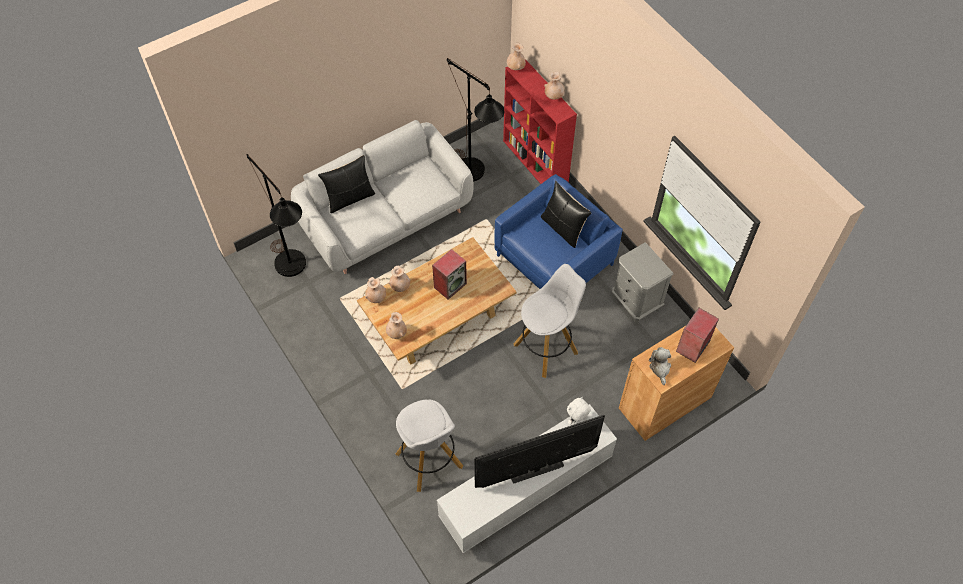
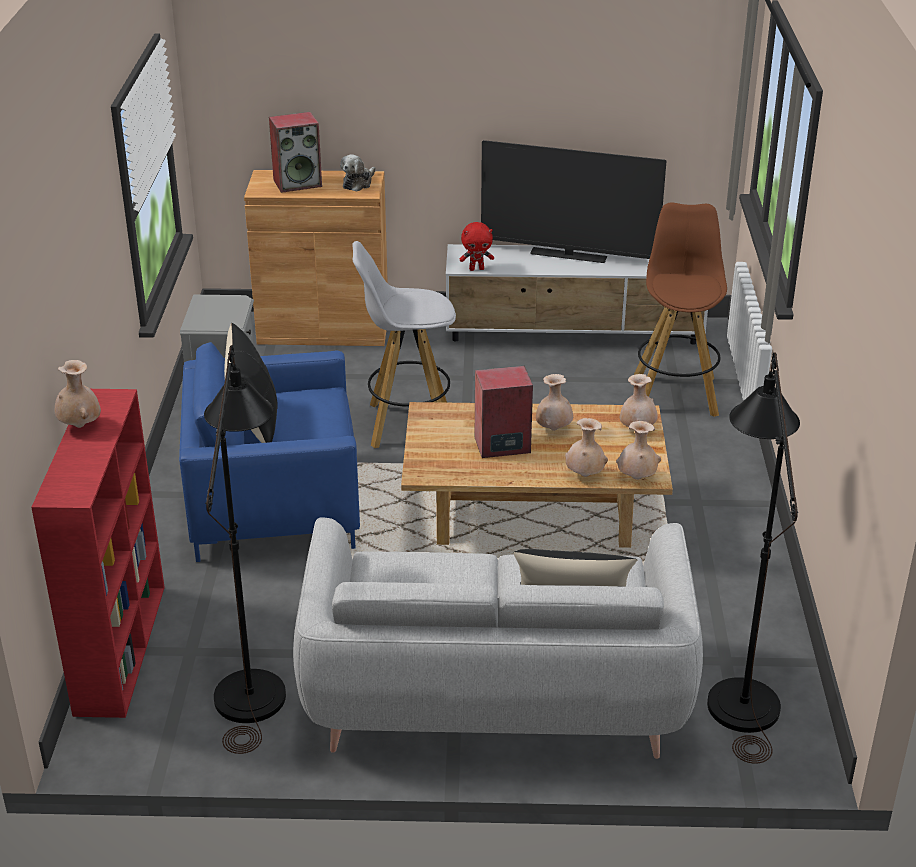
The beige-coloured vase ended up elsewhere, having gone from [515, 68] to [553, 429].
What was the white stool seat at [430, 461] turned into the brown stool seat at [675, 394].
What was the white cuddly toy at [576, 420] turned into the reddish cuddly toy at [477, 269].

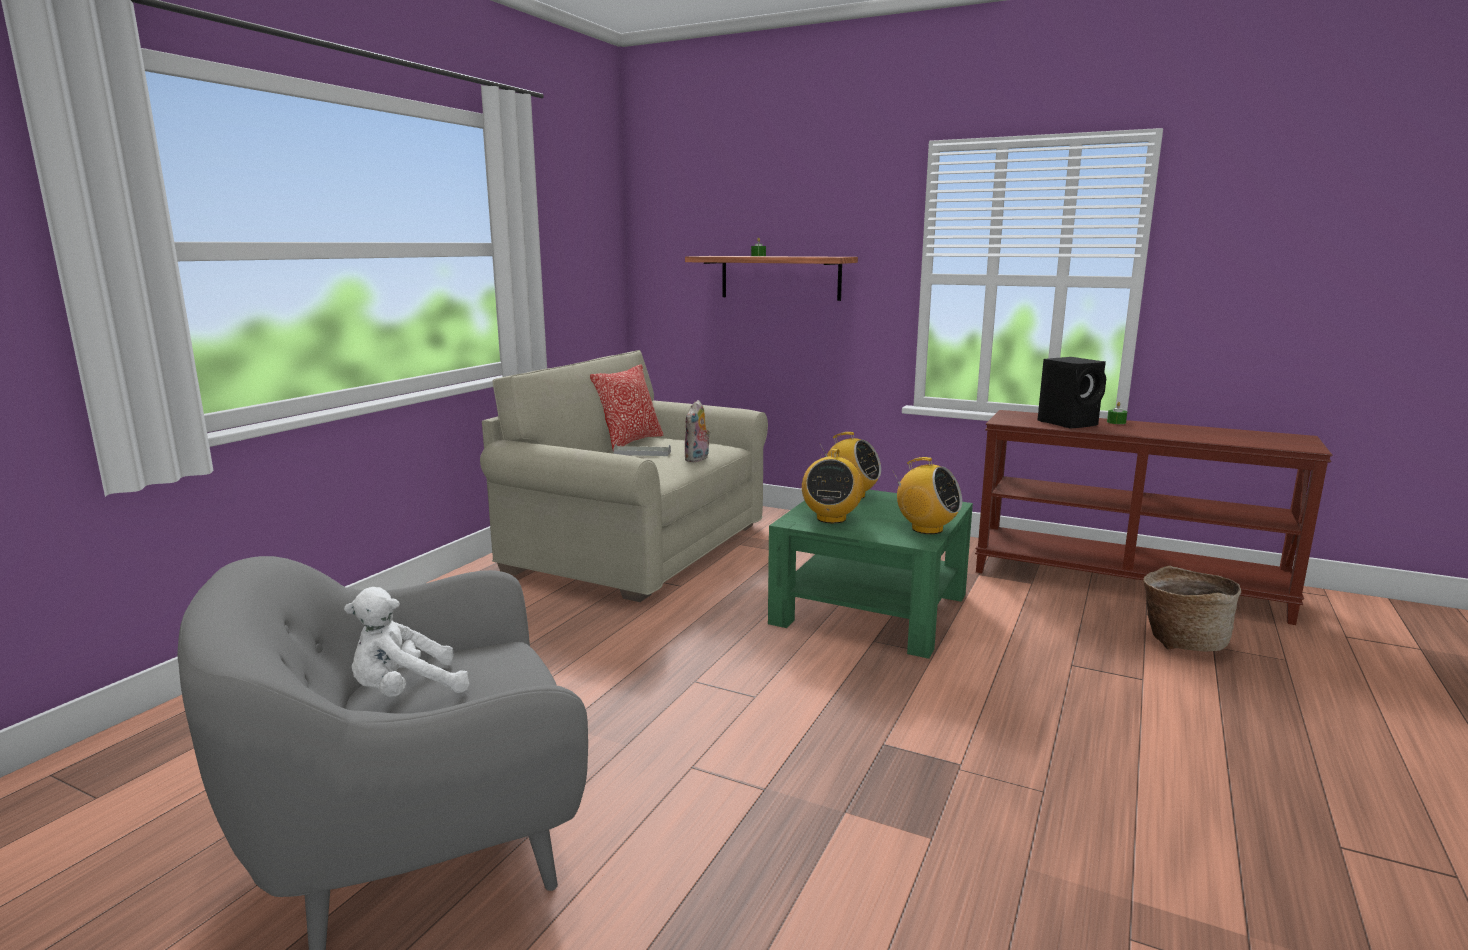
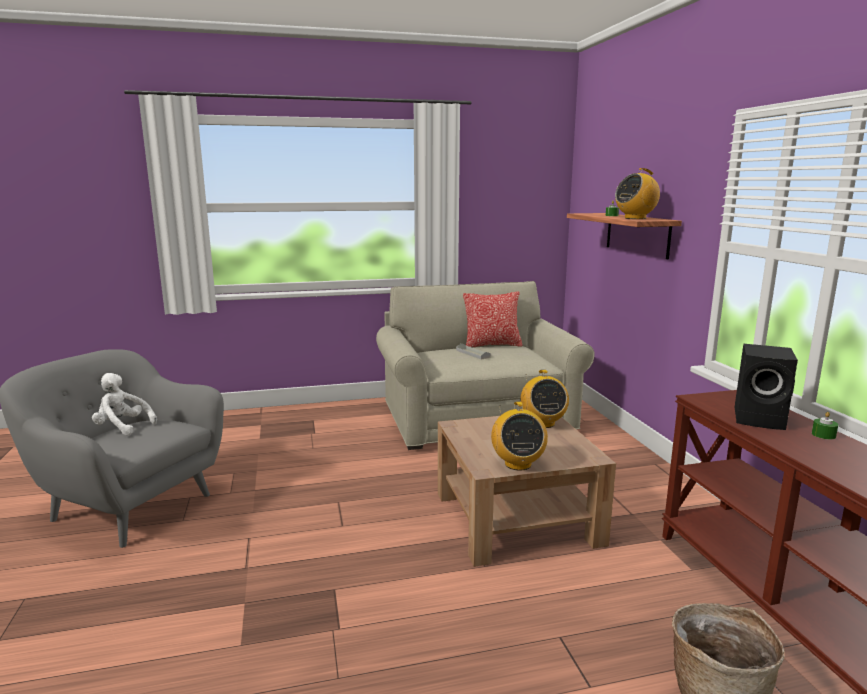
The second view lost the cuddly toy at [697, 459].
The radio ended up elsewhere, having gone from [831, 518] to [635, 218].
What was the green-coloured coffee table at [870, 609] turned into the brown coffee table at [516, 518].

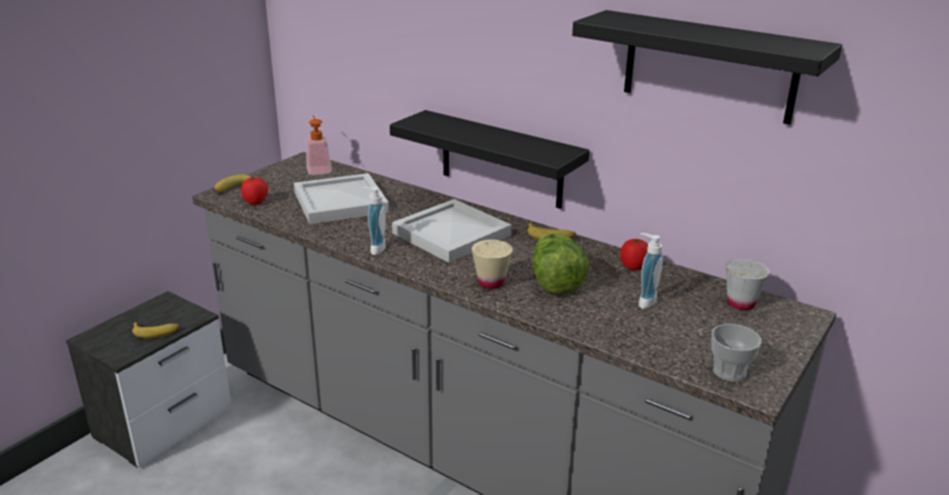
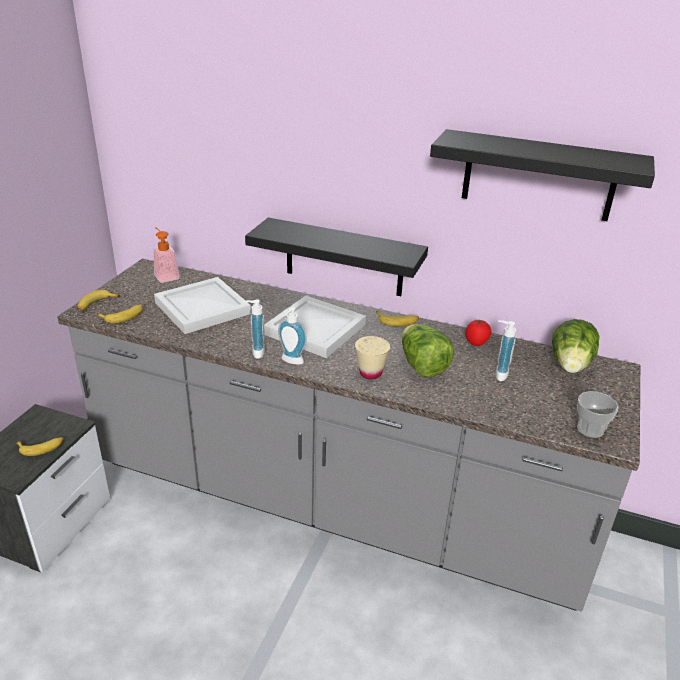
The second view gained the soap bottle at [291, 362].
Where the fresh tomato stood at [256, 202], the whole banana came to stand at [123, 316].
Where the white drinking cup stood at [740, 304], the lettuce came to stand at [570, 366].

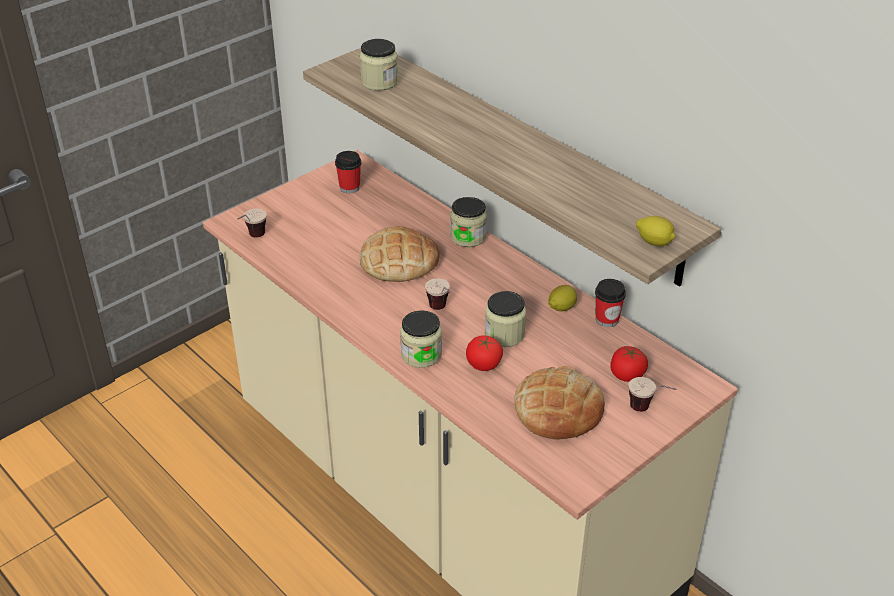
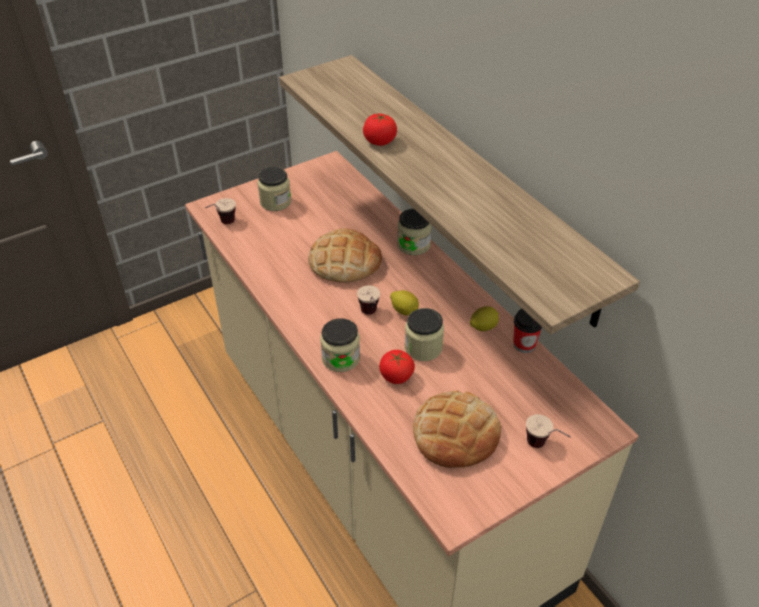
The second view lost the drinking cup at [349, 187].
The storage jar ended up elsewhere, having gone from [379, 82] to [275, 202].
The fresh tomato ended up elsewhere, having gone from [627, 375] to [379, 141].
The lemon ended up elsewhere, having gone from [654, 242] to [404, 311].

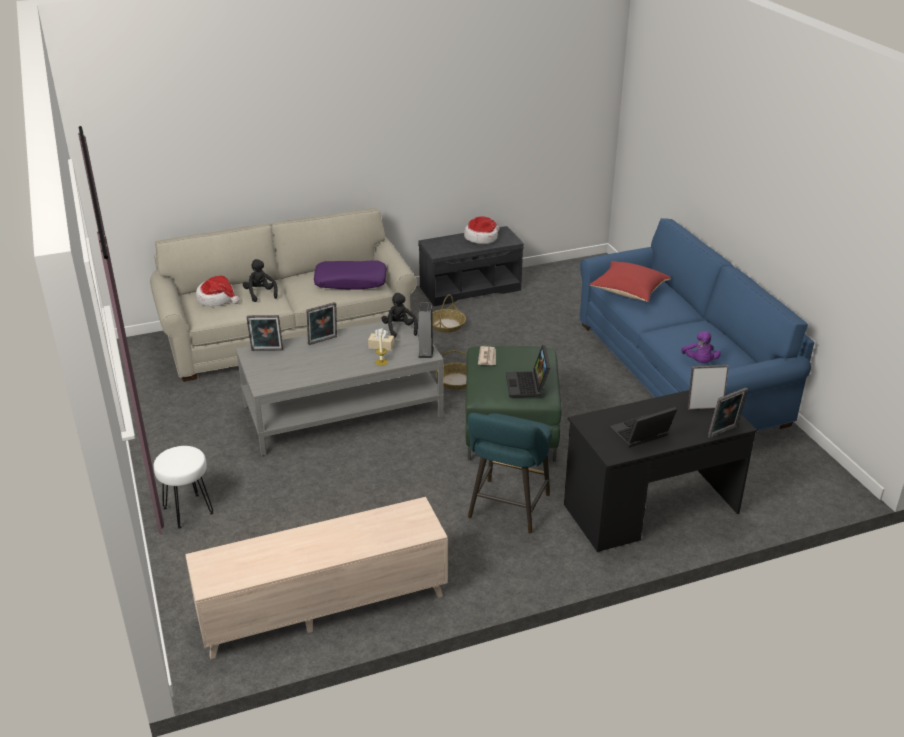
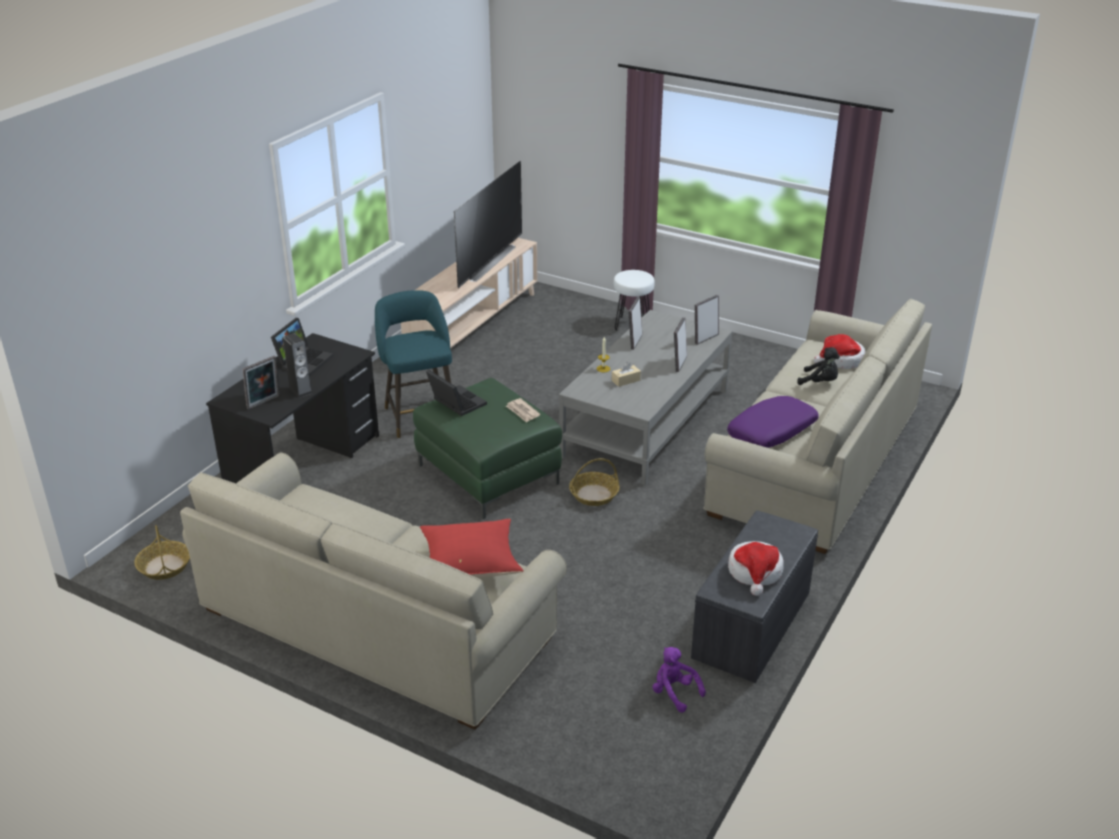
The second view lost the blackish cuddly toy at [399, 329].
The second view gained the TV set at [486, 261].
The speaker ended up elsewhere, having gone from [426, 352] to [300, 390].
The household basket ended up elsewhere, having gone from [446, 325] to [165, 566].
The purplish cuddly toy ended up elsewhere, having gone from [699, 362] to [674, 693].
The photo frame ended up elsewhere, having gone from [724, 433] to [634, 341].
What was the blue couch at [679, 372] turned into the beige-coloured couch at [375, 624].

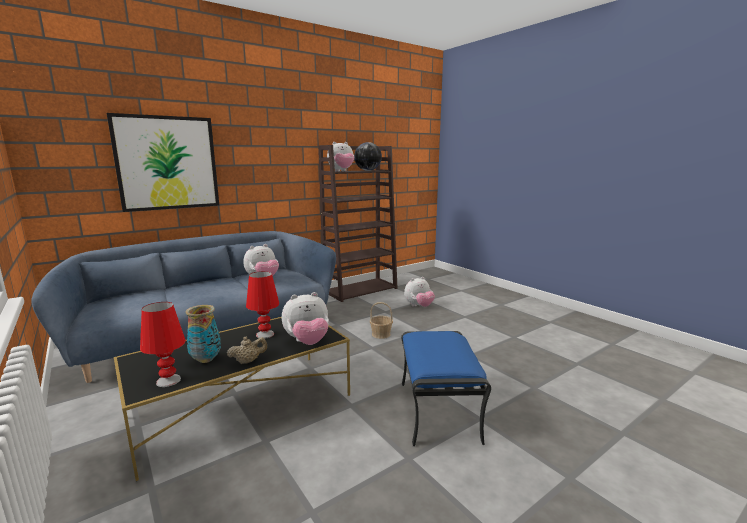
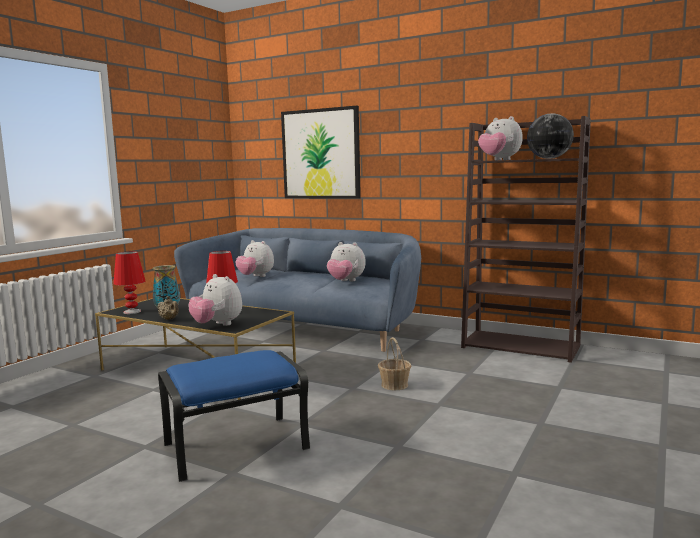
The cuddly toy ended up elsewhere, having gone from [419, 306] to [255, 277].

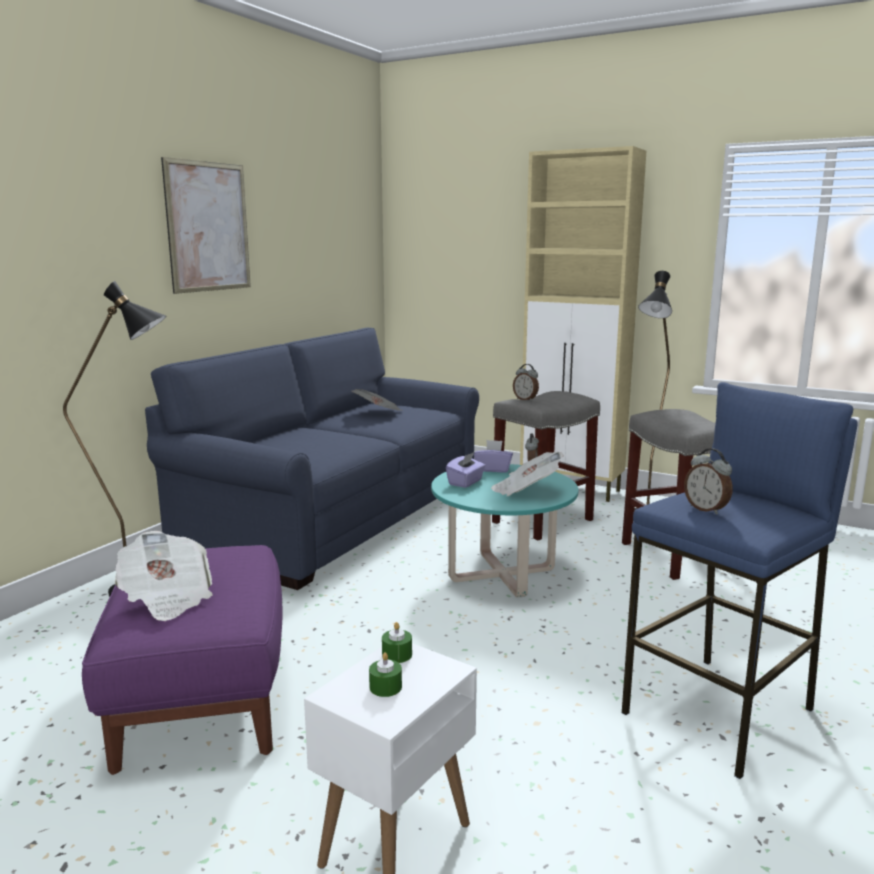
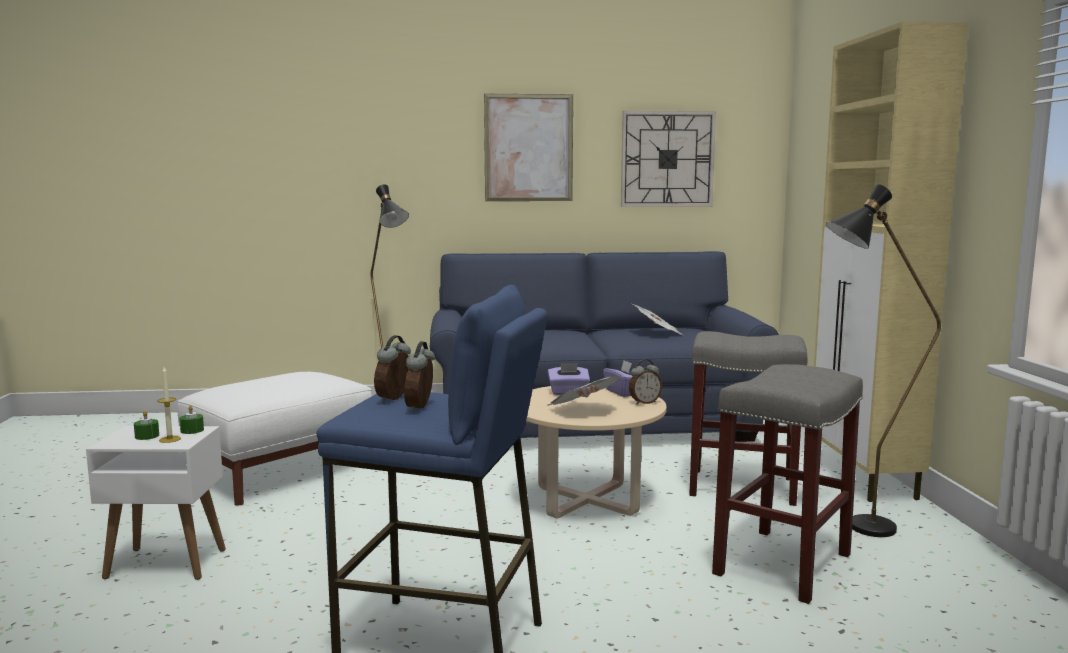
The second view lost the printed paper at [167, 598].
The second view gained the candle at [170, 439].
The second view gained the hanging clock at [667, 159].
The bedside clock ended up elsewhere, having gone from [525, 399] to [421, 407].
What was the purplish ottoman at [202, 697] turned into the white ottoman at [283, 472].
What was the blue-green coffee table at [502, 574] turned into the beige-coloured coffee table at [586, 500].

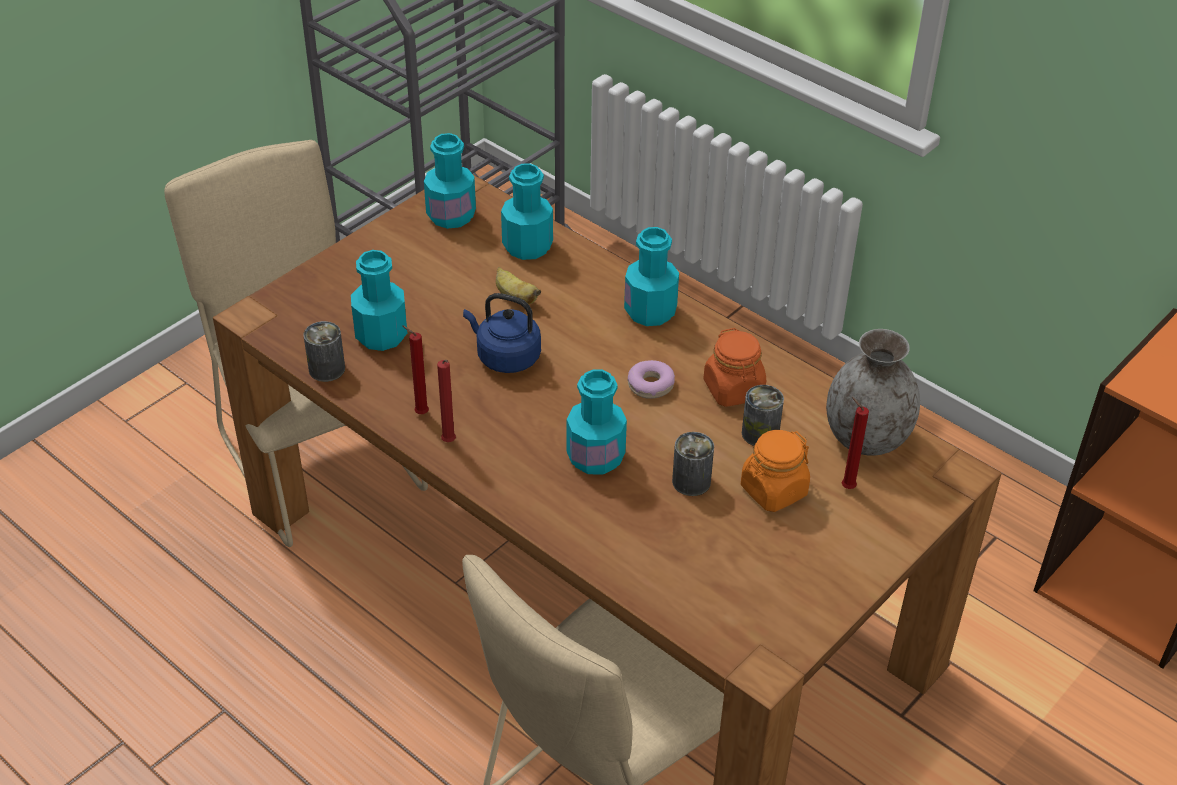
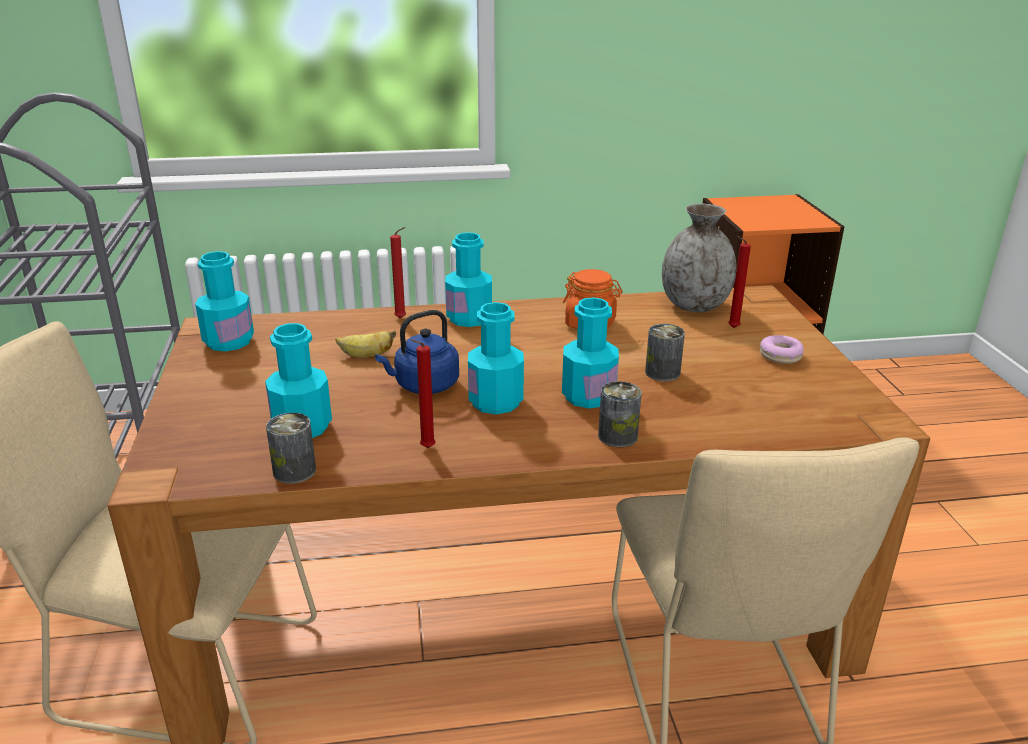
The second view lost the orange storage jar at [773, 490].
The reddish candle ended up elsewhere, having gone from [449, 443] to [402, 318].
The blue-green bottle ended up elsewhere, having gone from [527, 246] to [495, 401].
The doughnut ended up elsewhere, having gone from [651, 385] to [780, 355].
The metal can ended up elsewhere, having gone from [760, 433] to [617, 436].

